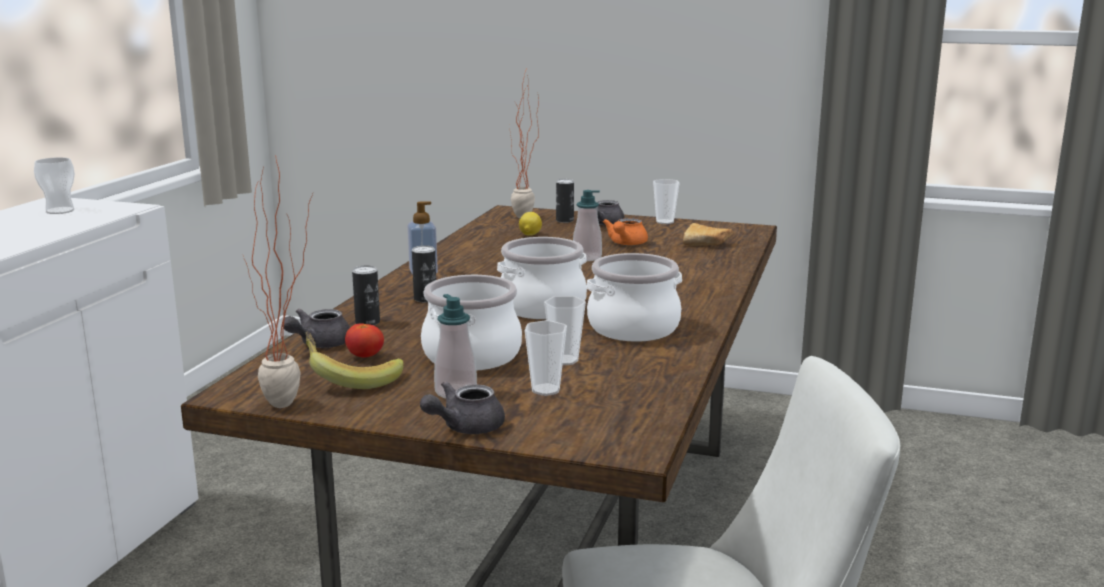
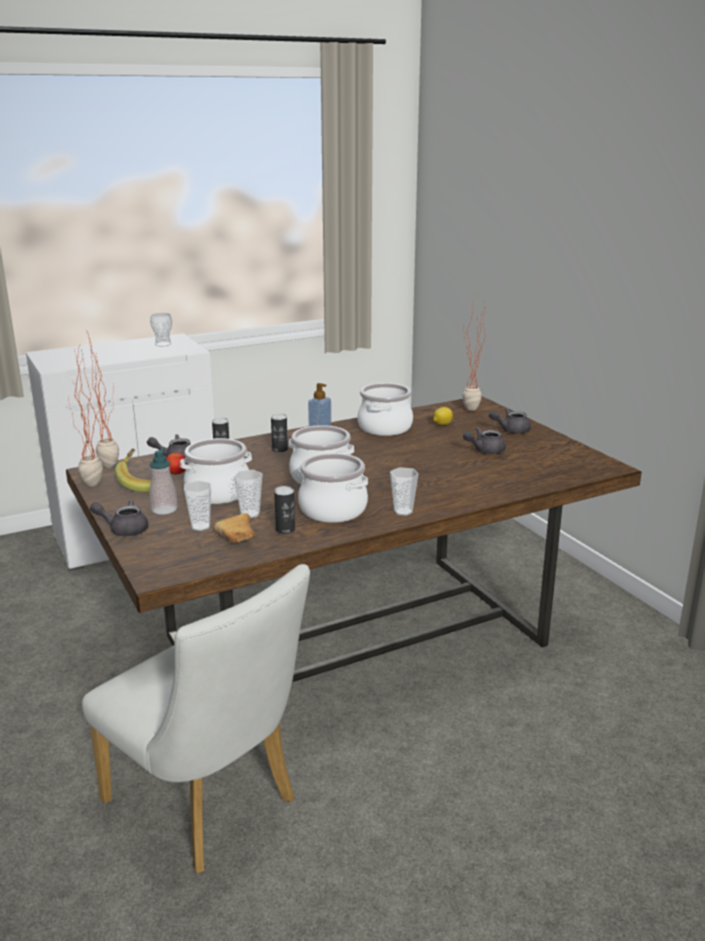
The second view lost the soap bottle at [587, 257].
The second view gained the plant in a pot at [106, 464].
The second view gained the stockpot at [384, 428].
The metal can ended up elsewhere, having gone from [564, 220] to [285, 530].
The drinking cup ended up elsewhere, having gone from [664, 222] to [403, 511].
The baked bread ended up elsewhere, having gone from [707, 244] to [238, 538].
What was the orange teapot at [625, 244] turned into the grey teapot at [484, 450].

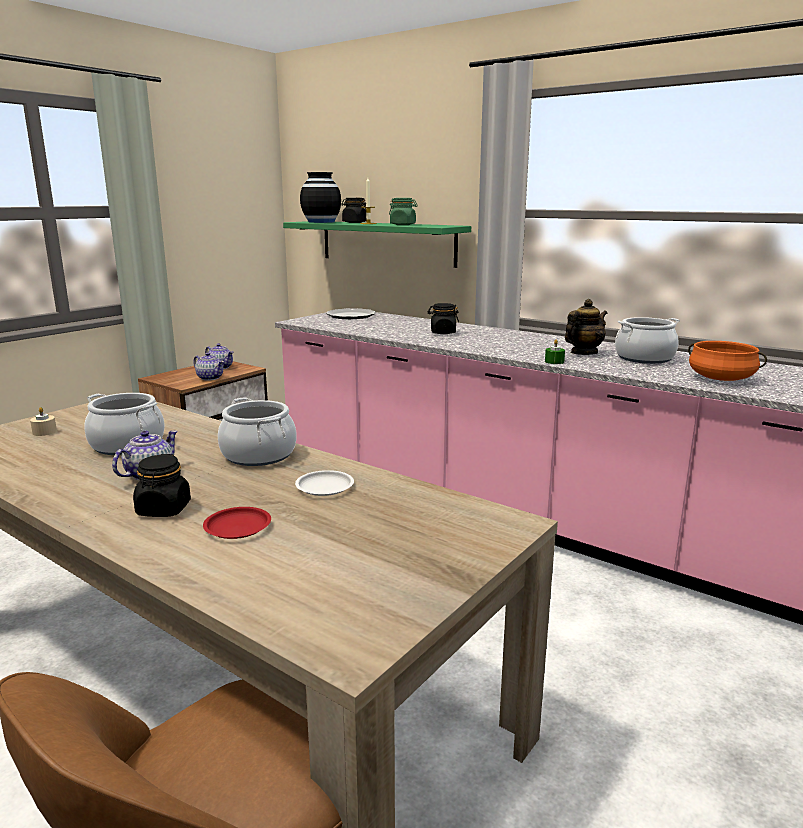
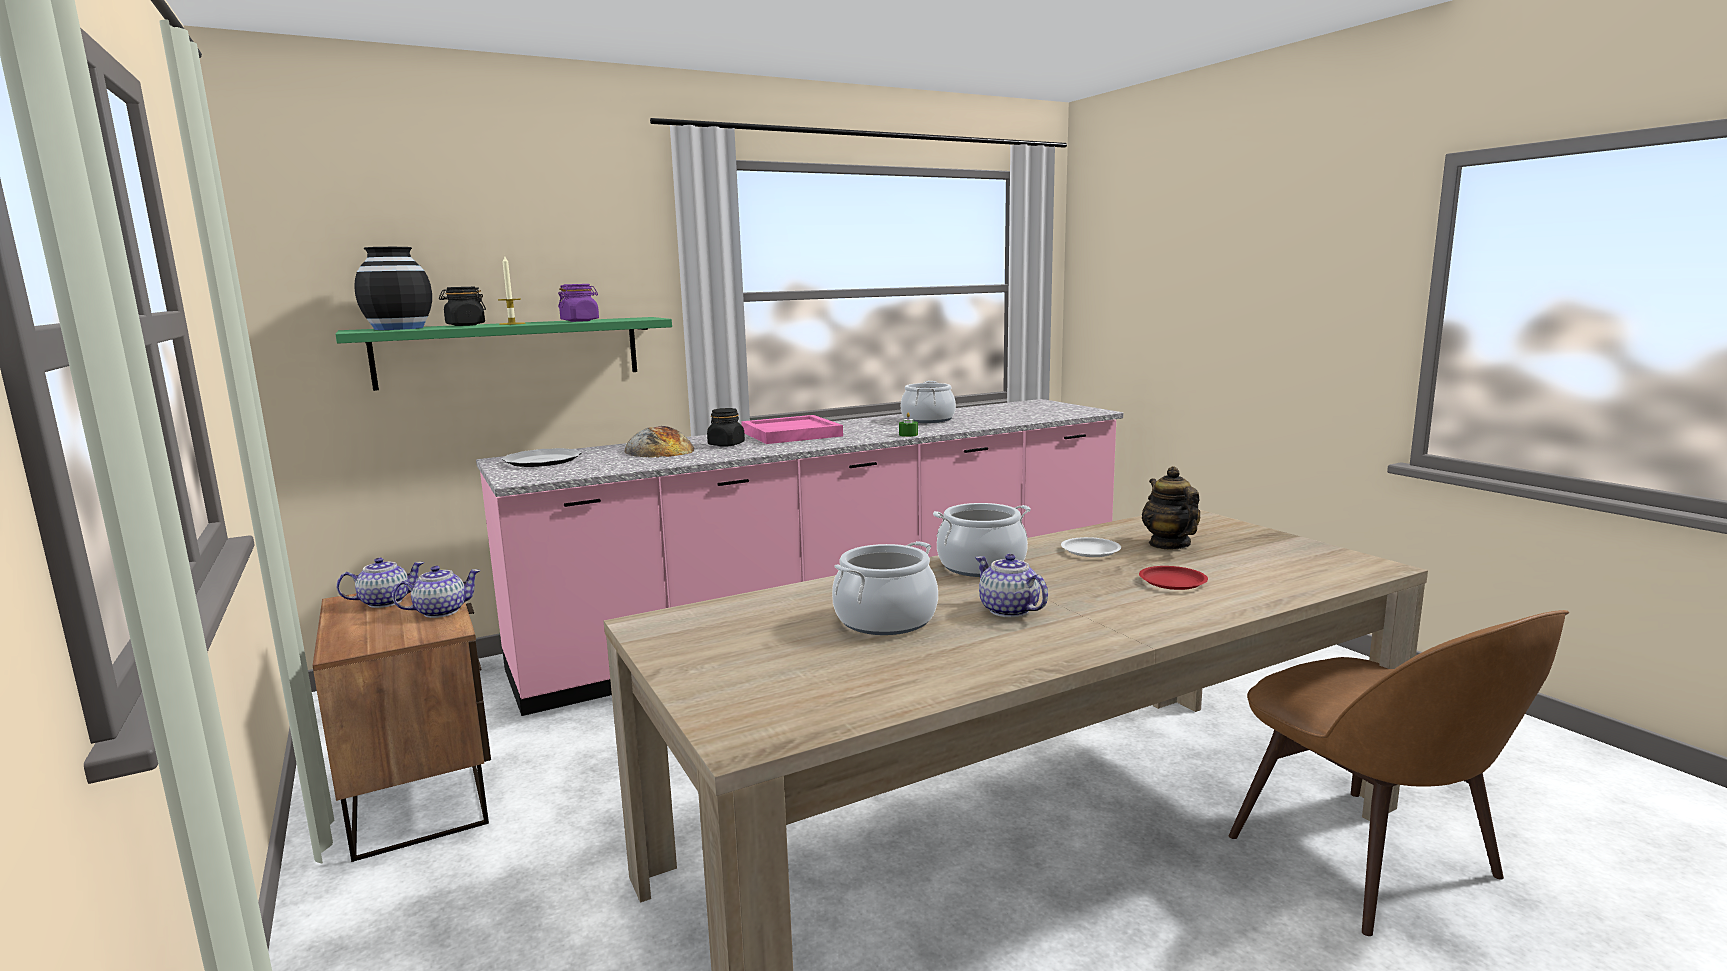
The second view lost the beige-coloured candle at [44, 432].
The second view lost the blackish storage jar at [163, 509].
The second view lost the orange stockpot at [721, 378].
The second view gained the baked bread at [659, 450].
The second view gained the pink carrying tray at [791, 434].
The teapot ended up elsewhere, having gone from [583, 353] to [1169, 544].
What was the green-coloured storage jar at [403, 225] turned into the purplish storage jar at [580, 321].

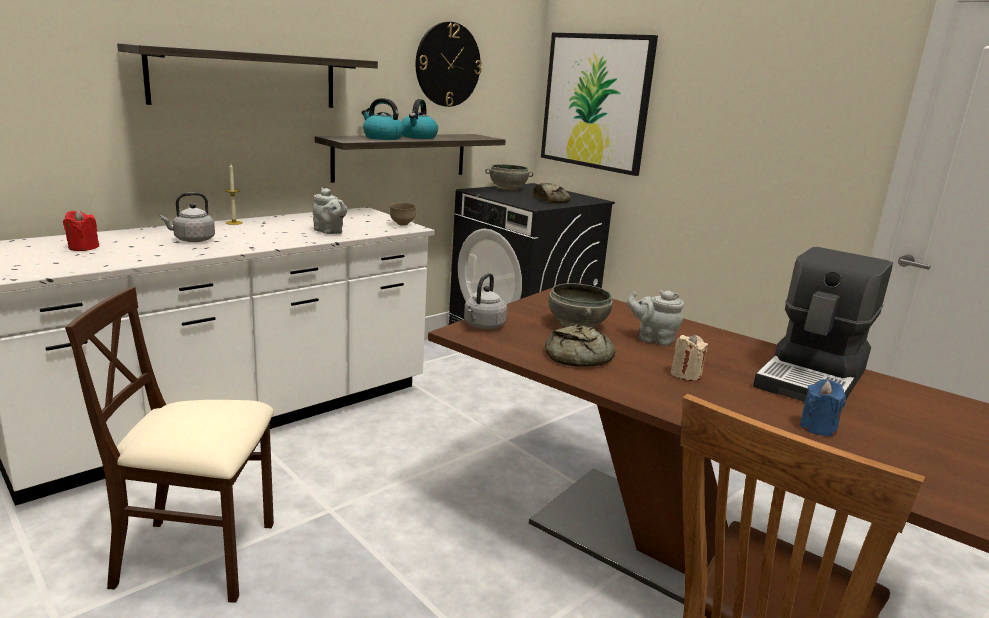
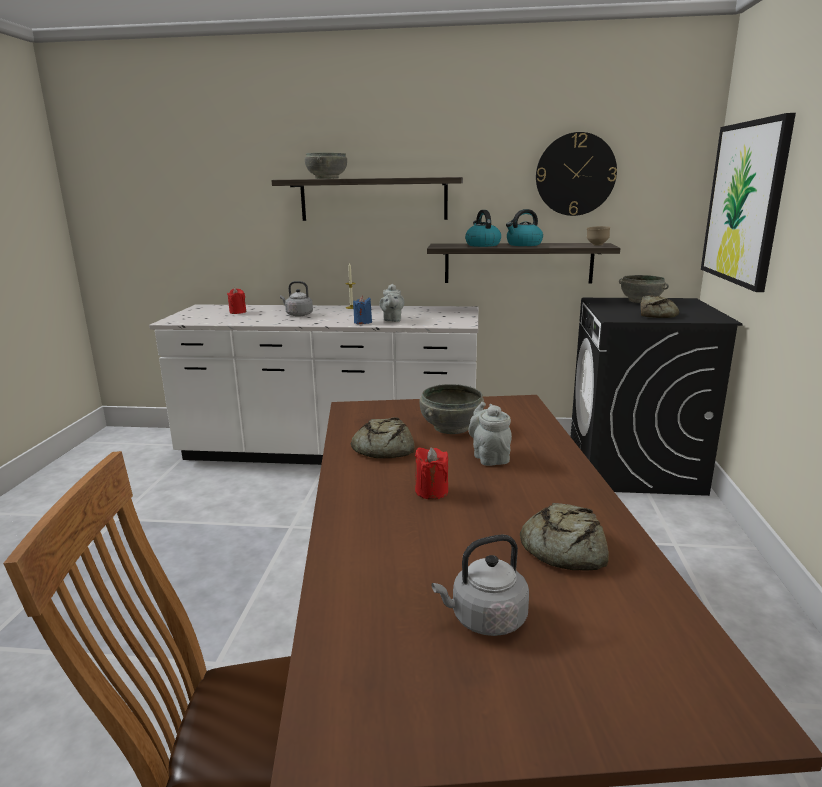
The second view lost the beige-coloured plain chair at [198, 556].
The second view gained the grey bowl at [326, 178].
The brown bowl ended up elsewhere, having gone from [402, 224] to [597, 245].
The grey kettle ended up elsewhere, having gone from [483, 326] to [485, 619].
The blue candle ended up elsewhere, having gone from [817, 428] to [363, 322].
Where the coffee machine stood at [813, 378], the baked bread came to stand at [563, 548].
What was the beige-coloured candle at [686, 374] turned into the reddish candle at [431, 491].

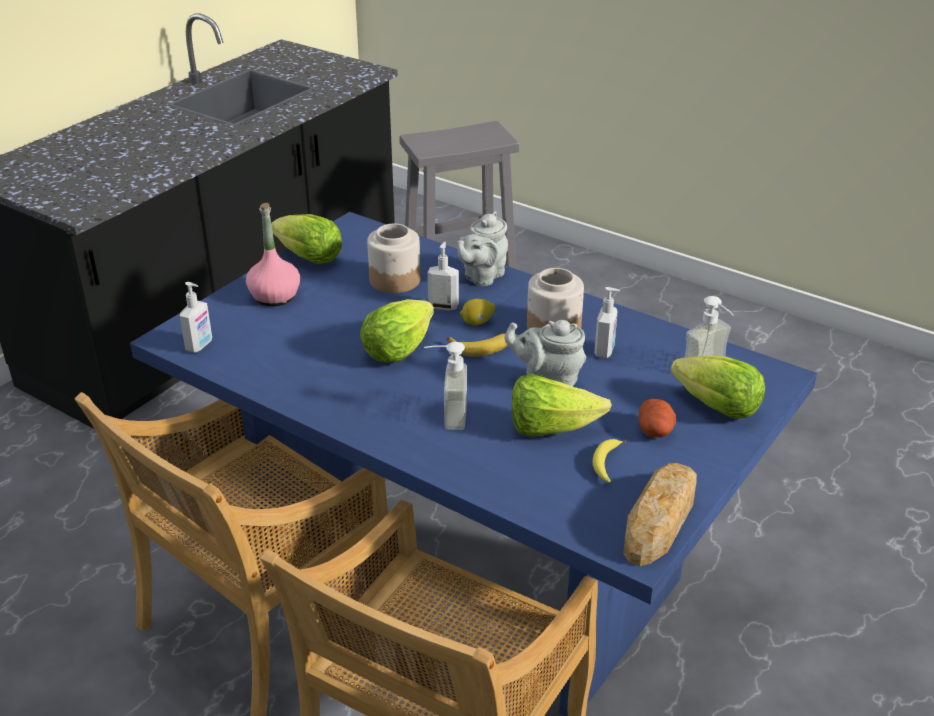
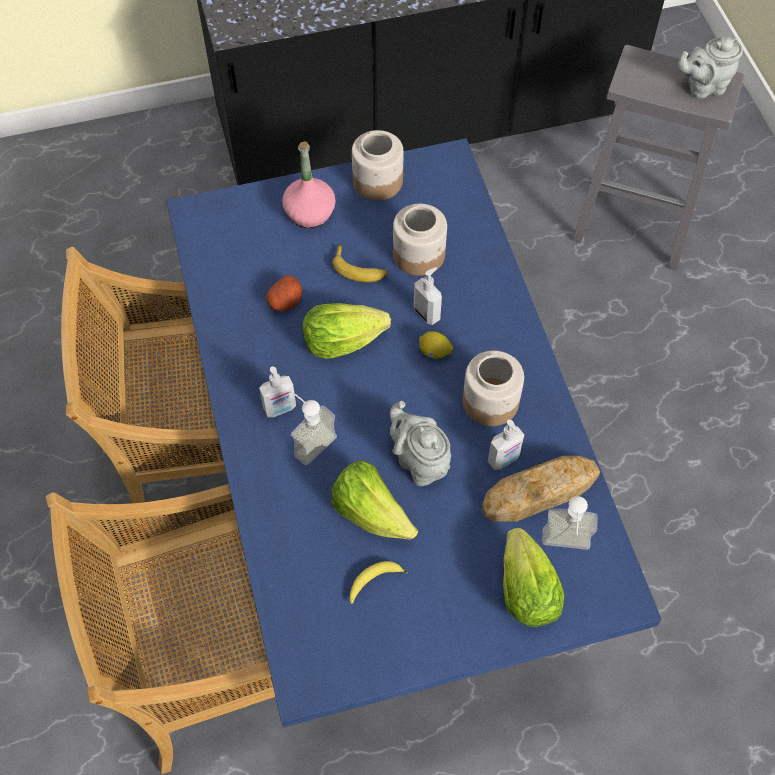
The soap bottle ended up elsewhere, having gone from [200, 346] to [280, 409].
The whole banana ended up elsewhere, having gone from [482, 347] to [359, 269].
The grey teapot ended up elsewhere, having gone from [482, 277] to [702, 87].
The baked bread ended up elsewhere, having gone from [660, 519] to [540, 492].
The spud ended up elsewhere, having gone from [655, 431] to [285, 302].
Where the lettuce stood at [309, 258], the storage jar came to stand at [377, 182].

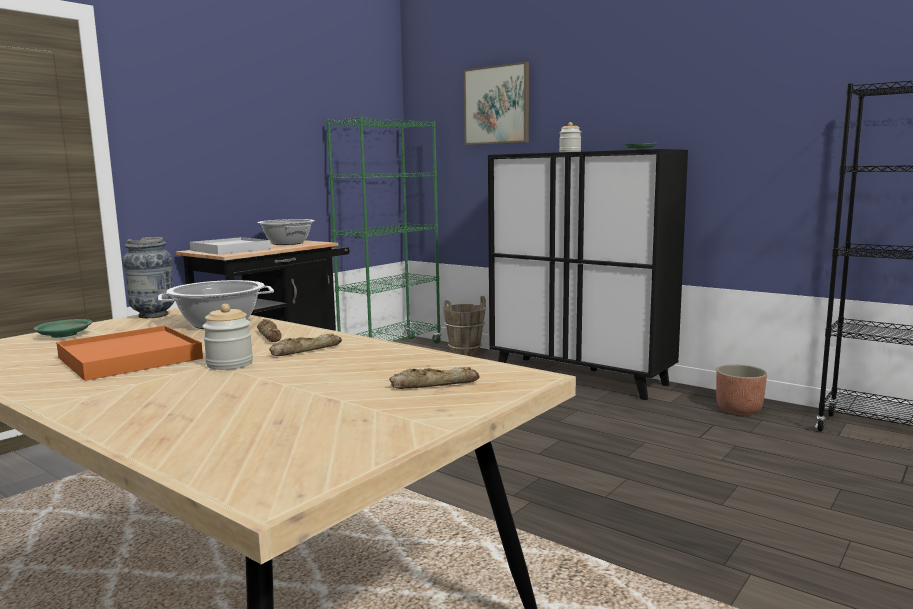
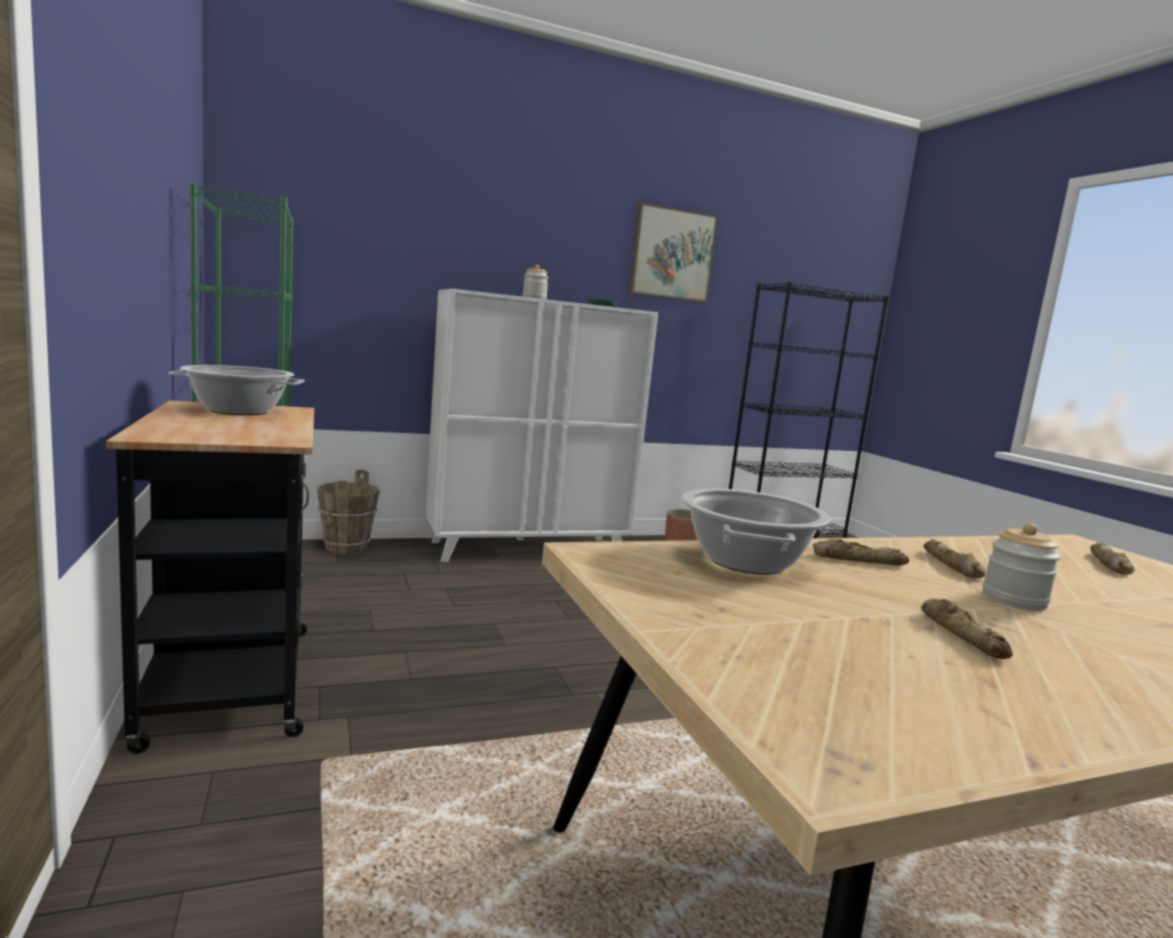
The second view lost the green-coloured plate at [64, 335].
The second view lost the vase at [153, 315].
The second view lost the white carrying tray at [230, 250].
The picture ended up elsewhere, having gone from [497, 105] to [672, 254].
Where the orange carrying tray stood at [130, 358], the baked bread came to stand at [962, 635].
What was the blackish cupboard at [580, 377] turned into the white cupboard at [528, 549].

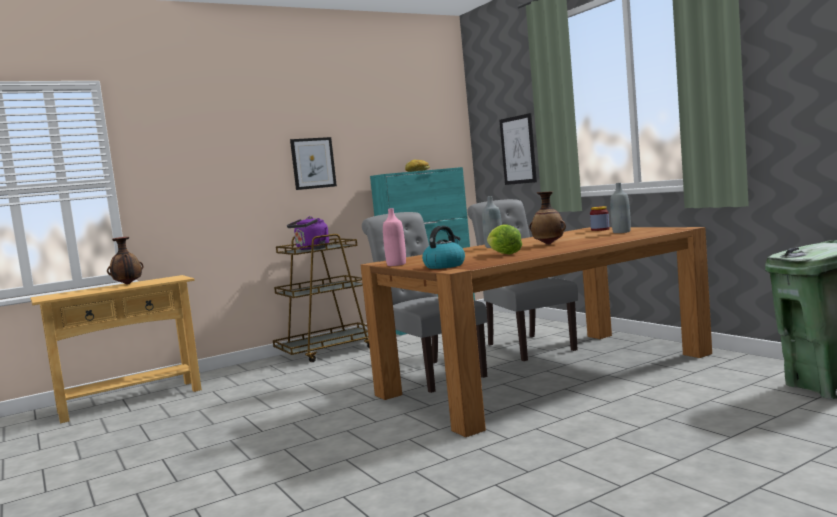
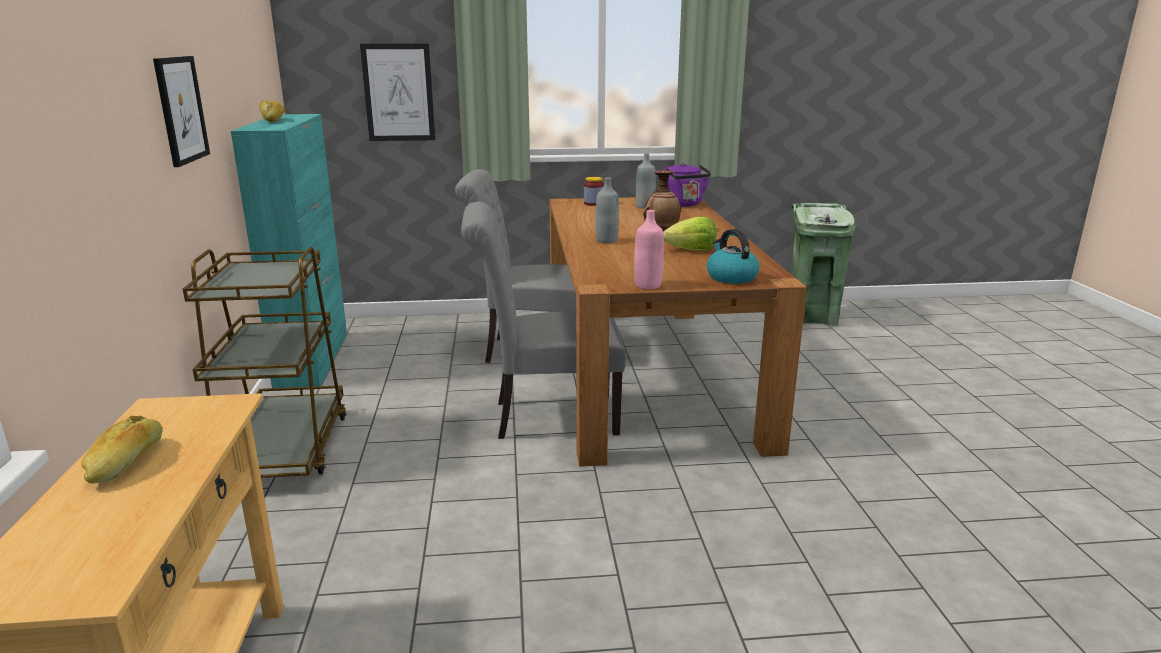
The purplish kettle ended up elsewhere, having gone from [311, 249] to [683, 204].
Where the vase stood at [128, 284], the baked bread came to stand at [127, 462].

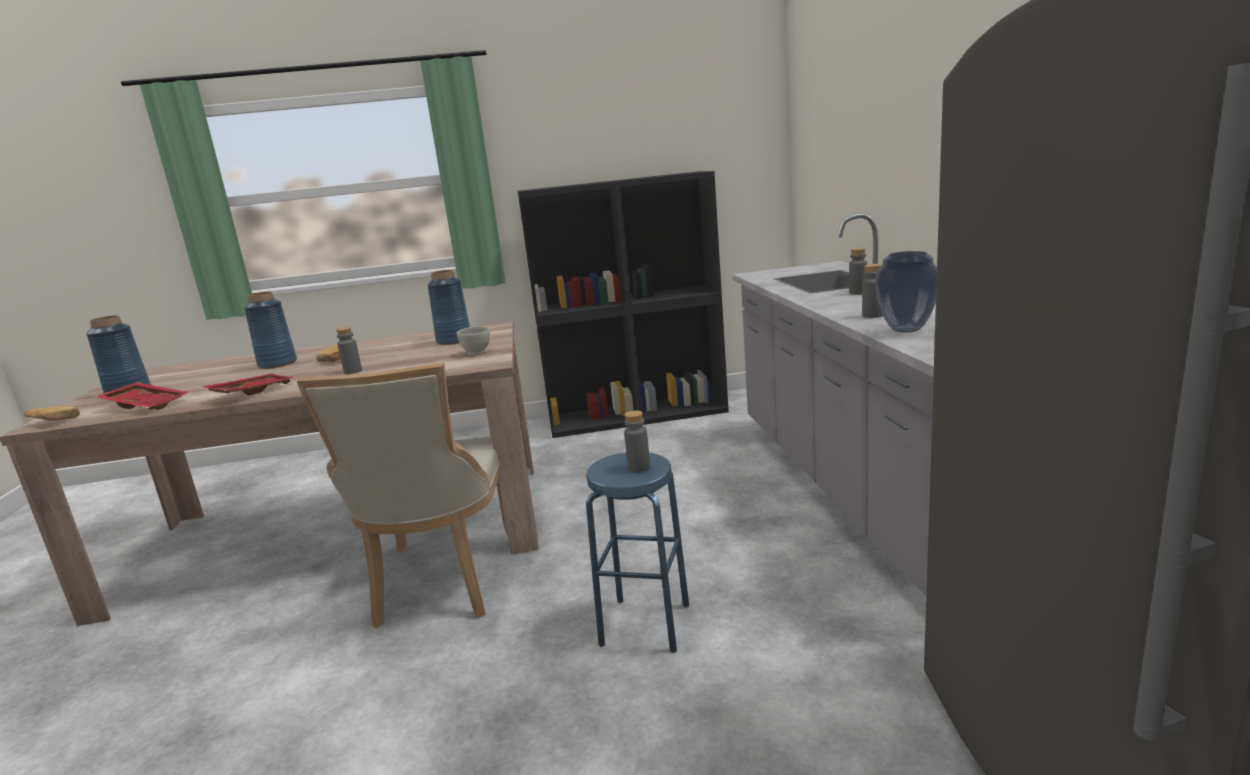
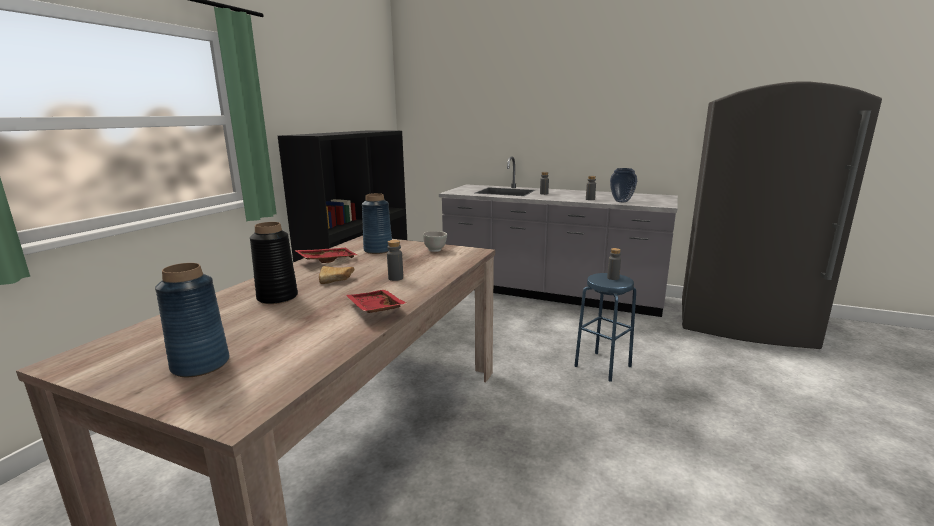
The second view lost the baked bread at [51, 422].
The second view lost the beige-coloured plain chair at [443, 583].
The reddish carrying tray ended up elsewhere, having gone from [147, 404] to [327, 260].
What was the blue vase at [278, 363] turned into the blackish vase at [277, 297].

